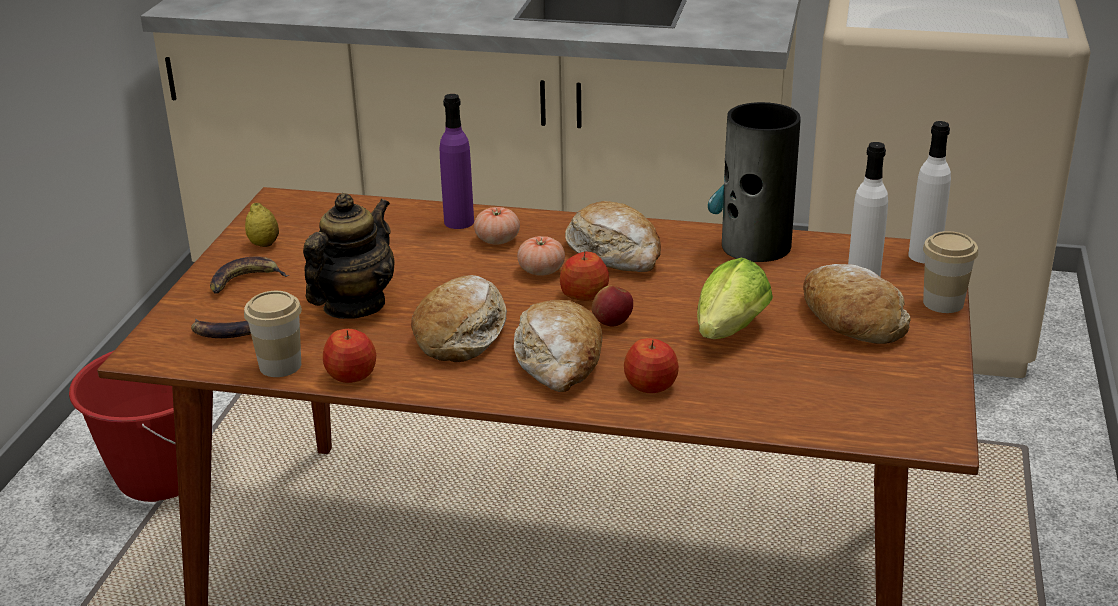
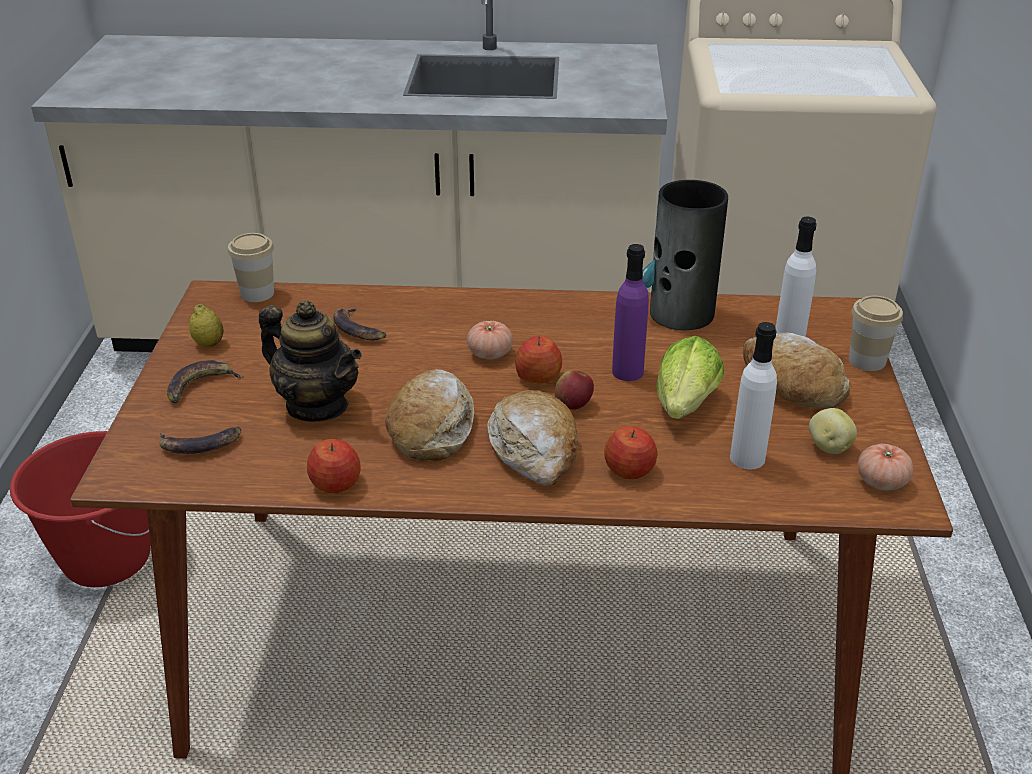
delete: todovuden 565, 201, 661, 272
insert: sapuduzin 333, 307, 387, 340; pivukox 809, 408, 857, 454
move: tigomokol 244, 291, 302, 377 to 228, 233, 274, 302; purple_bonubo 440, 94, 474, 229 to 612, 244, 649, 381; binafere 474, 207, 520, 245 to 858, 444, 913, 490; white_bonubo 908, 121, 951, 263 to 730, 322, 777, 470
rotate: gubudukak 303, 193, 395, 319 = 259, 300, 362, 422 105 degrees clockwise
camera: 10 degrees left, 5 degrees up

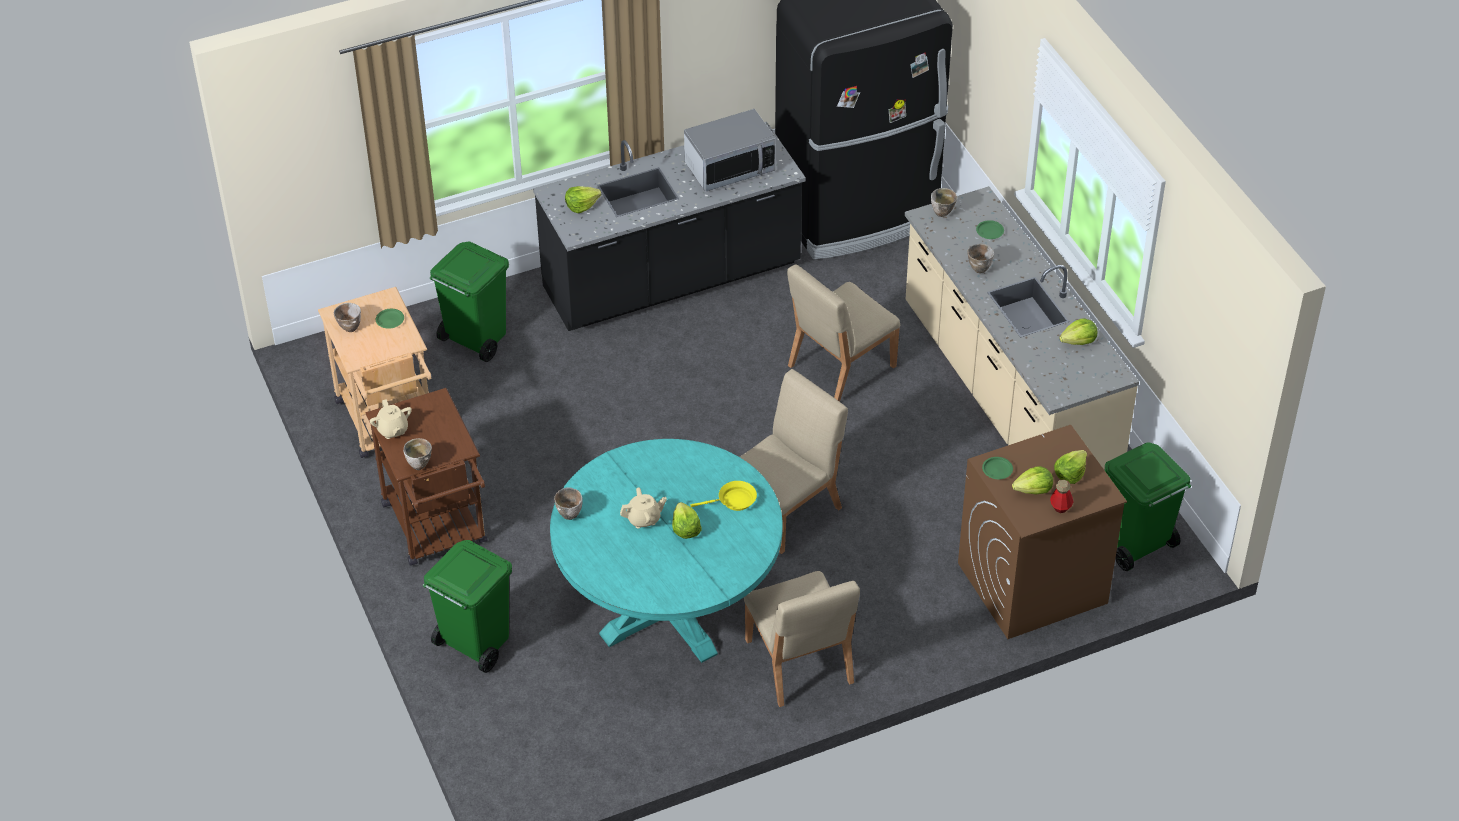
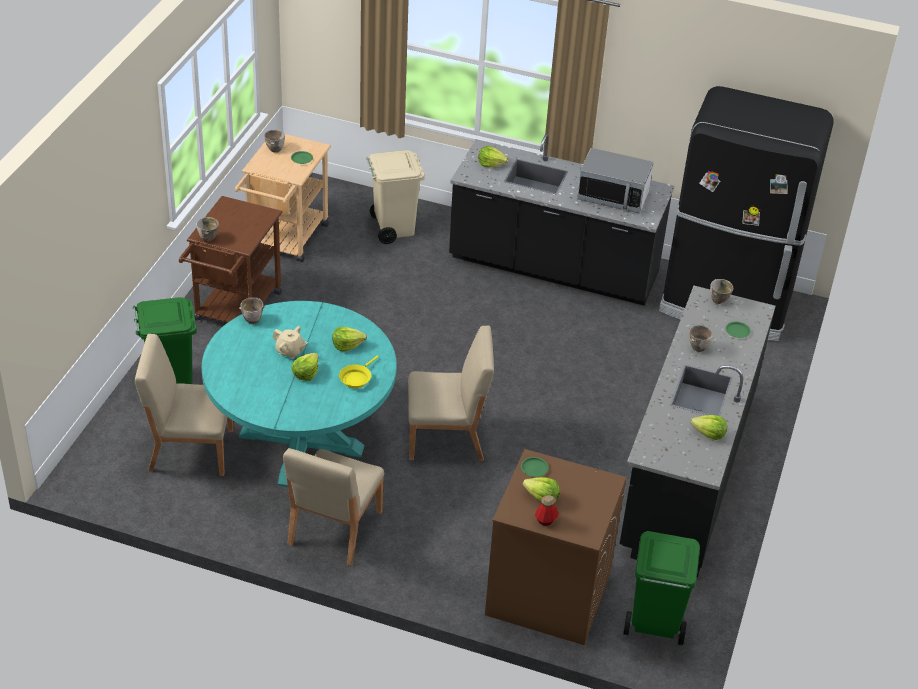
delete: beige_gubudukak 370, 399, 412, 439
move: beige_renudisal 787, 265, 900, 402 to 135, 334, 233, 476; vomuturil 1054, 450, 1087, 484 to 332, 327, 367, 351
recolor: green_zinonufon 429, 242, 509, 362 to beige_zinonufon 366, 150, 425, 244; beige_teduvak 905, 186, 1139, 470 to black_teduvak 620, 286, 775, 577
rotate: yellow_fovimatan 690, 481, 757, 511 = 339, 355, 379, 388 90 degrees clockwise
camera: 40 degrees right, 5 degrees down

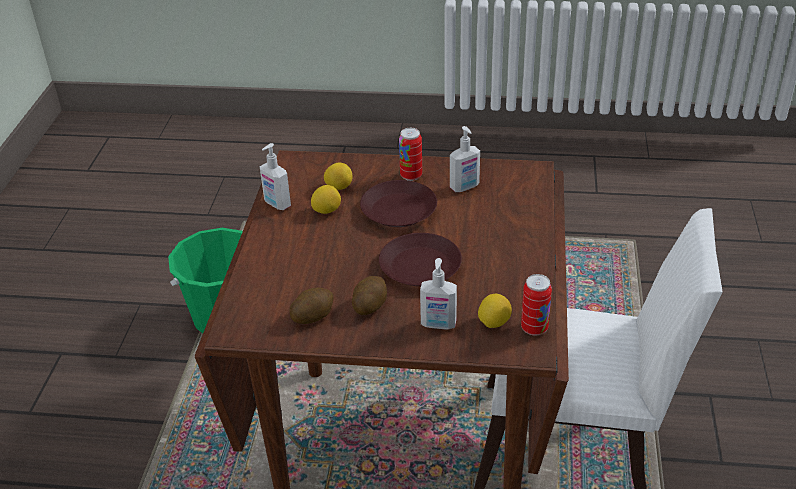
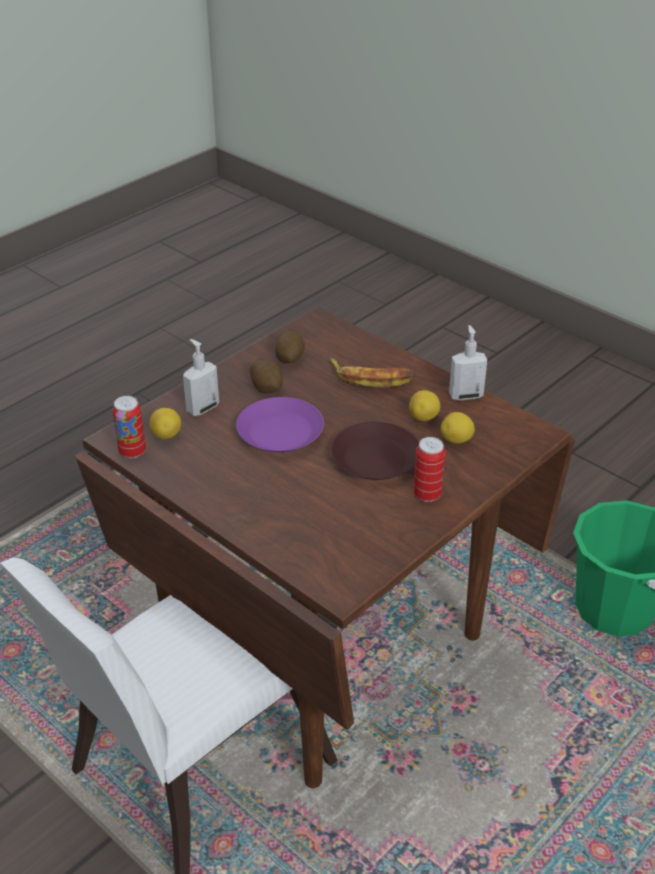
delete: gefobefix 450, 126, 480, 192
insert: sapuduzin 331, 358, 414, 387
recolor: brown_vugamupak 379, 233, 462, 286 to purple_vugamupak 236, 397, 324, 452
camera: 125 degrees right, 0 degrees up

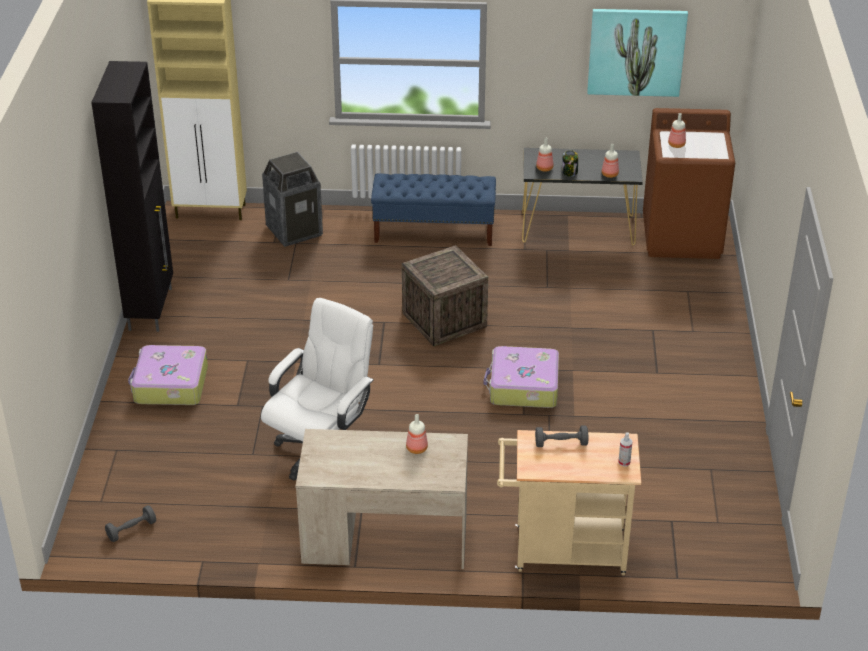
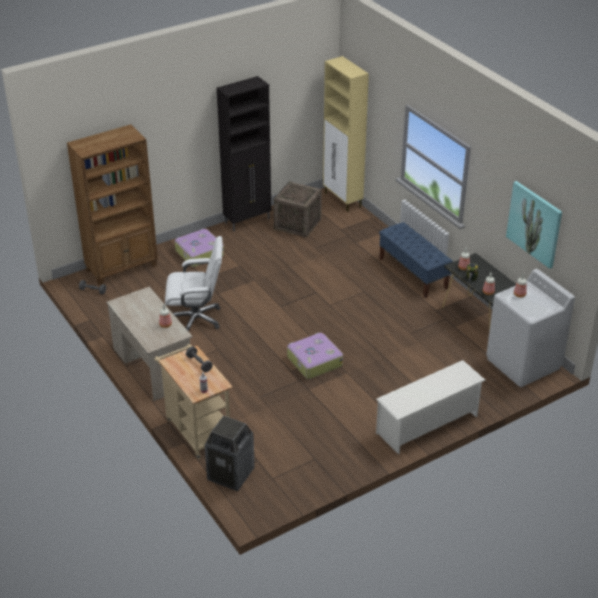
insert: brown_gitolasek 67, 124, 158, 286; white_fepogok 376, 360, 486, 454
move: zinonufon 262, 152, 323, 247 to 205, 416, 255, 491; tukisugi 402, 245, 488, 346 to 274, 181, 322, 238
recolor: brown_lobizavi 643, 108, 735, 259 to white_lobizavi 486, 269, 575, 387
camera: 55 degrees right, 0 degrees up

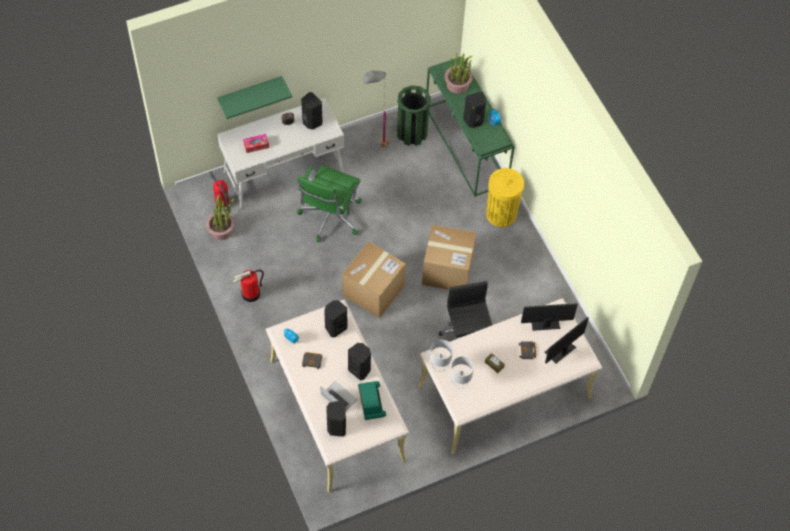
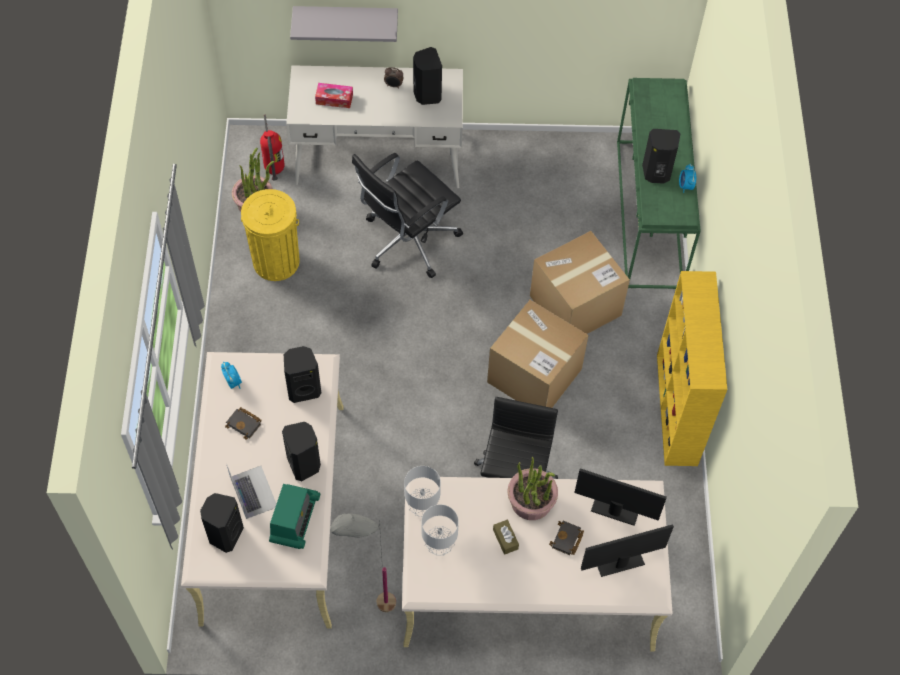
delete: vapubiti 233, 270, 264, 302; green_zinonufon 397, 86, 431, 146
insert: yellow_gitolasek 657, 271, 727, 466
move: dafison 342, 241, 406, 318 to 530, 231, 630, 334; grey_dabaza 363, 71, 390, 147 to 330, 513, 396, 612; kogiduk 445, 53, 472, 94 to 508, 457, 558, 520; yellow_zinonufon 486, 168, 524, 227 to 241, 189, 300, 281
recolor: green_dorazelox 217, 76, 292, 119 to grey_dorazelox 290, 6, 398, 42; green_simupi 297, 165, 362, 242 to black_simupi 352, 153, 463, 278
camera: 25 degrees right, 0 degrees up

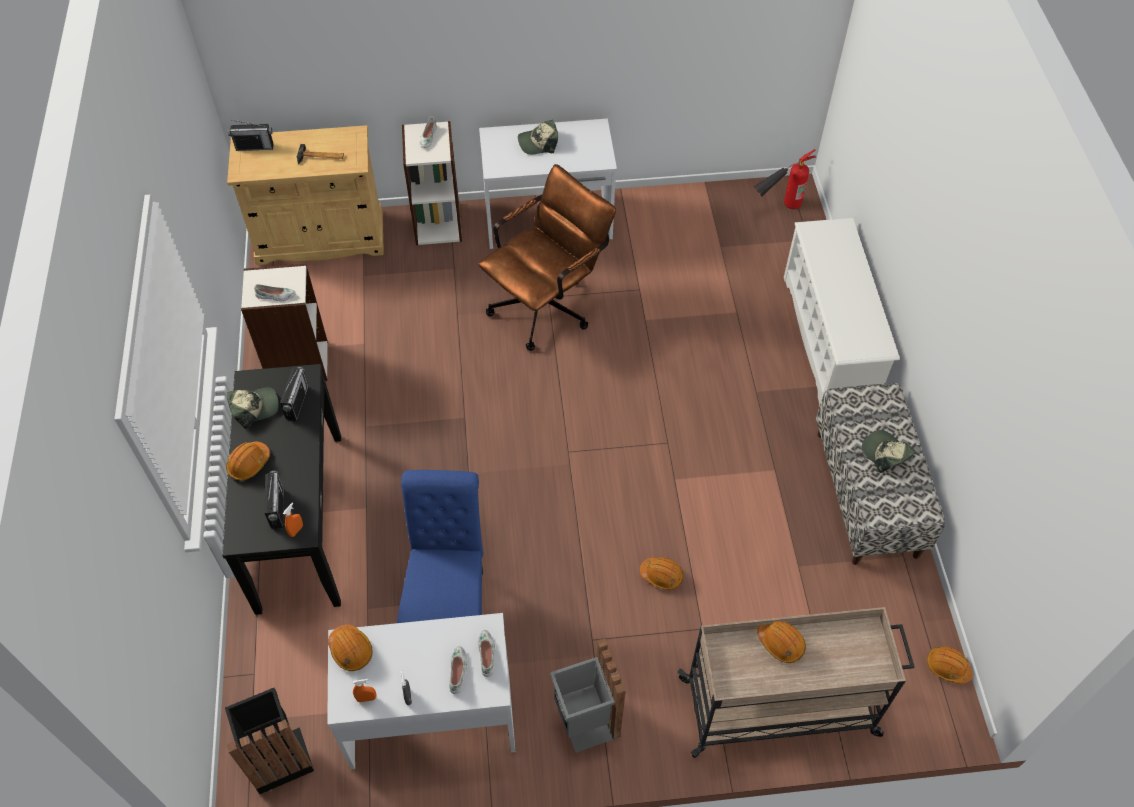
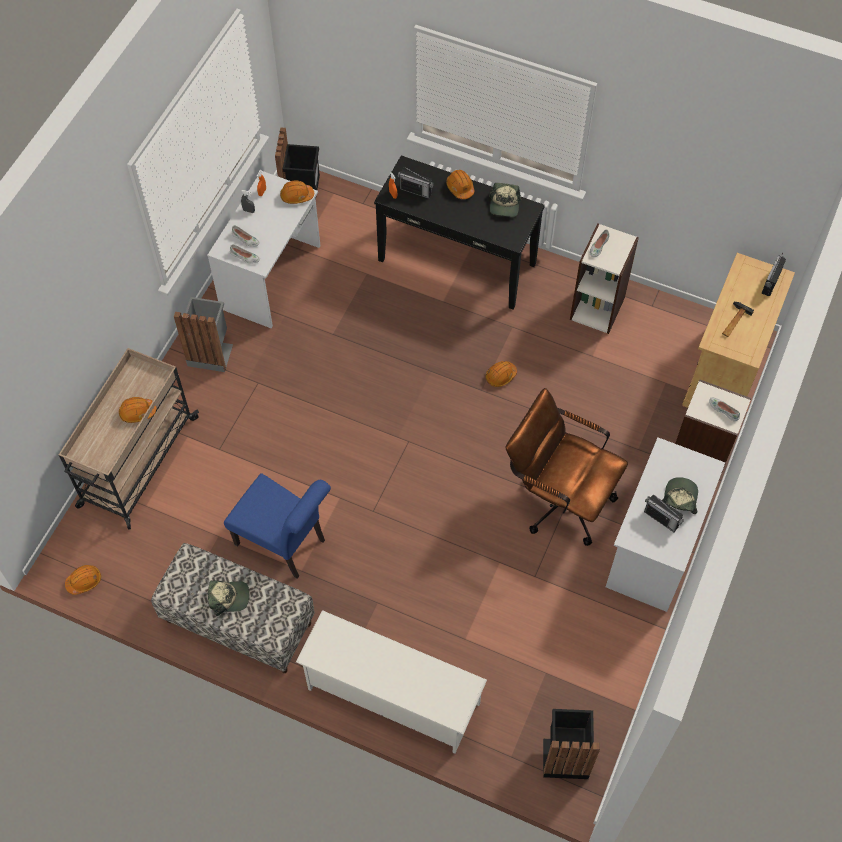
move: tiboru 280, 367, 309, 421 to 644, 495, 684, 532; blue_renudisal 397, 470, 483, 623 to 224, 473, 331, 579; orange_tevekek 640, 557, 684, 590 to 485, 361, 517, 387
replace: vapubiti 754, 149, 816, 209 to black_zinonufon 543, 709, 600, 779
rotate: brown_simupi 478, 164, 616, 351 = 506, 388, 628, 546 135 degrees clockwise
camera: 120 degrees right, 5 degrees up

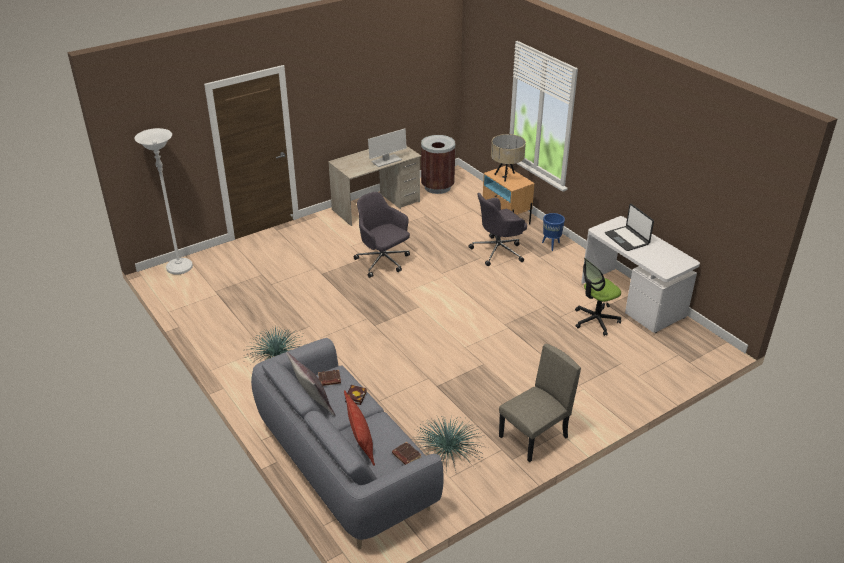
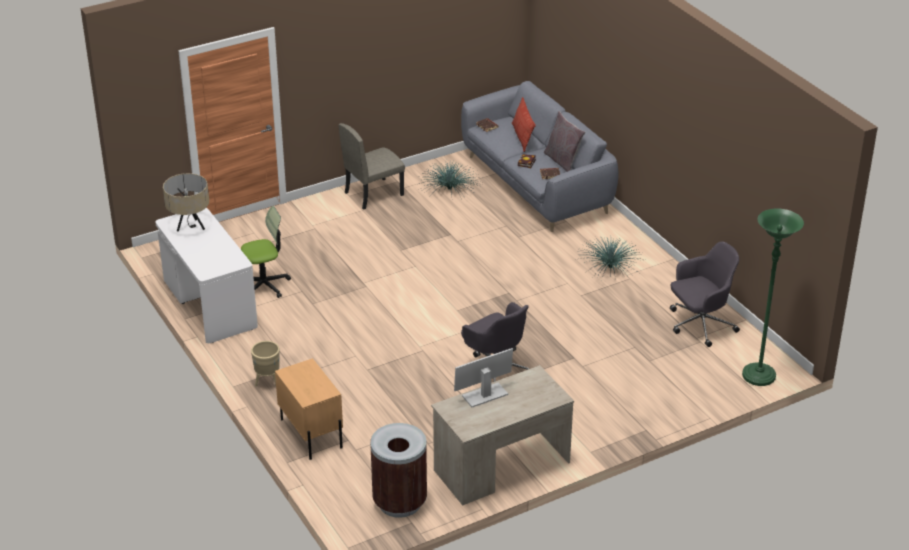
delete: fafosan 605, 204, 654, 251
move: grey_simupi 469, 193, 527, 266 to 670, 242, 740, 347; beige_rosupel 491, 134, 526, 182 to 163, 173, 209, 231
recolor: white_dabaza 134, 128, 193, 275 to green_dabaza 742, 208, 804, 386; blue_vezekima 542, 213, 565, 251 to beige_vezekima 251, 341, 280, 387
camera: 175 degrees left, 0 degrees up

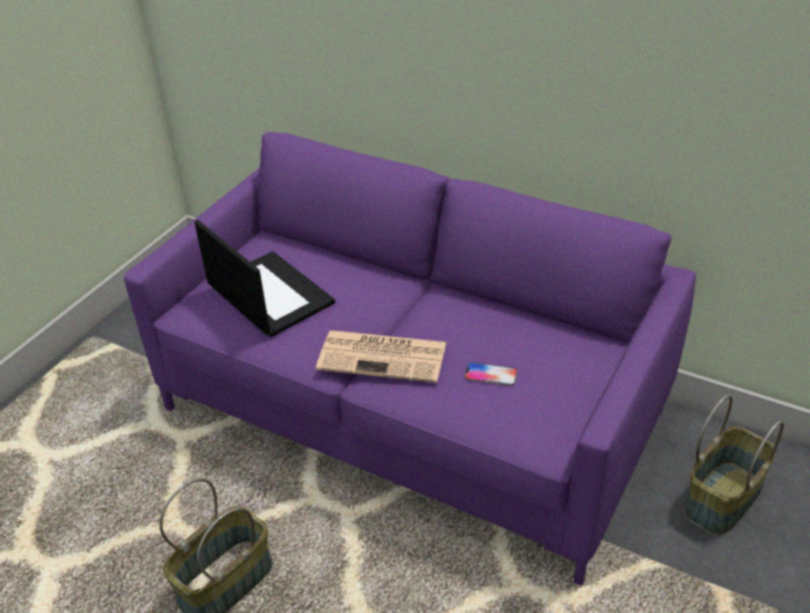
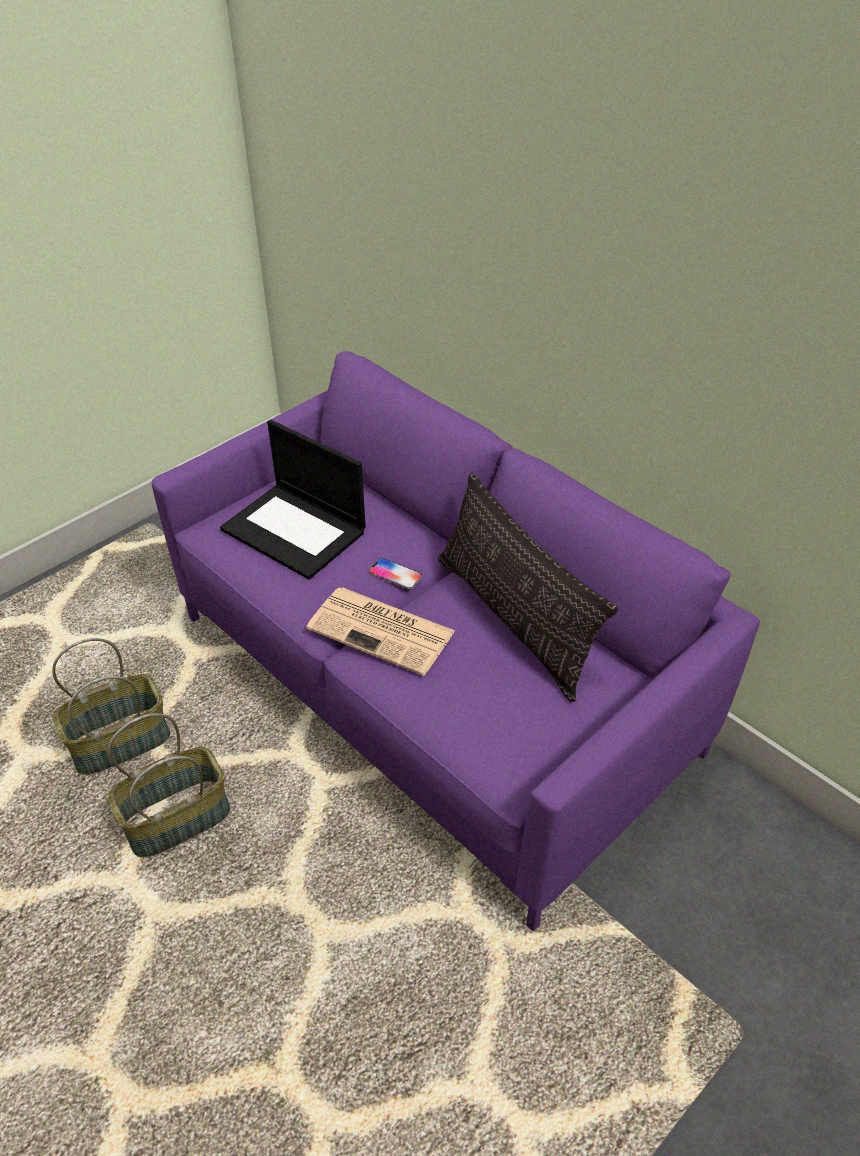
insert: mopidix 438, 472, 618, 702
move: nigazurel 465, 362, 517, 386 to 369, 558, 422, 589; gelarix 684, 395, 784, 534 to 52, 638, 170, 775
rotate: fafosan 194, 220, 335, 337 = 220, 420, 366, 580 150 degrees clockwise
camera: 15 degrees right, 5 degrees up

